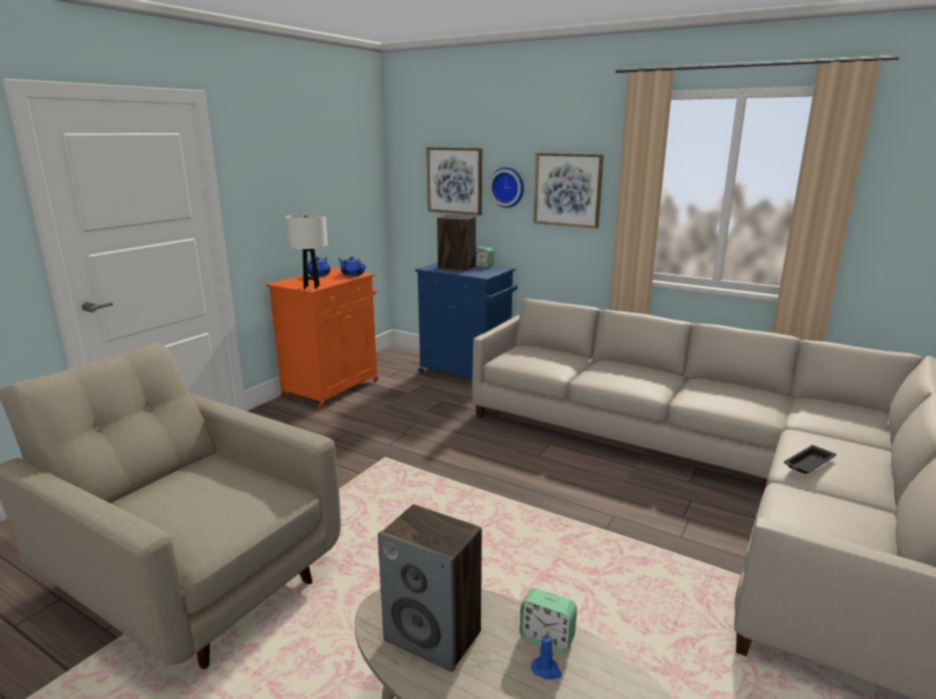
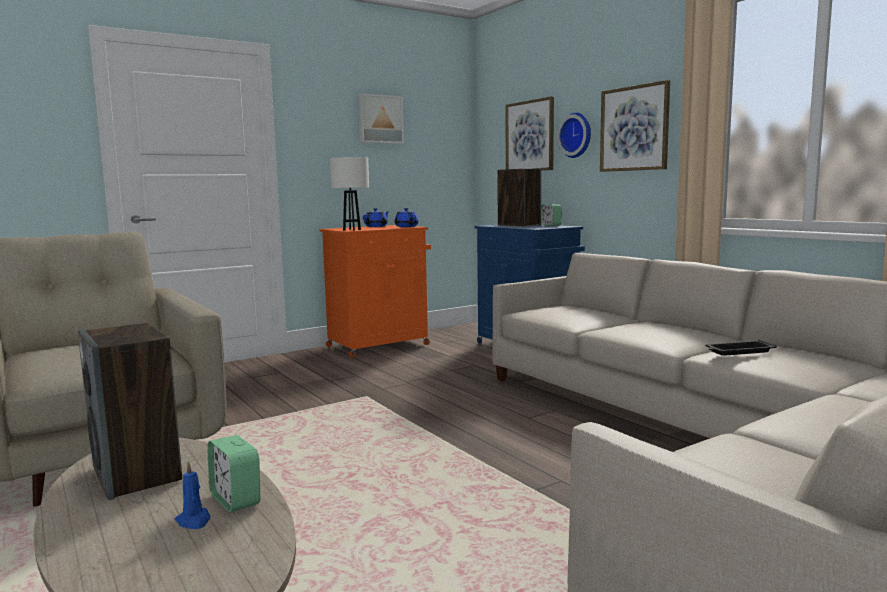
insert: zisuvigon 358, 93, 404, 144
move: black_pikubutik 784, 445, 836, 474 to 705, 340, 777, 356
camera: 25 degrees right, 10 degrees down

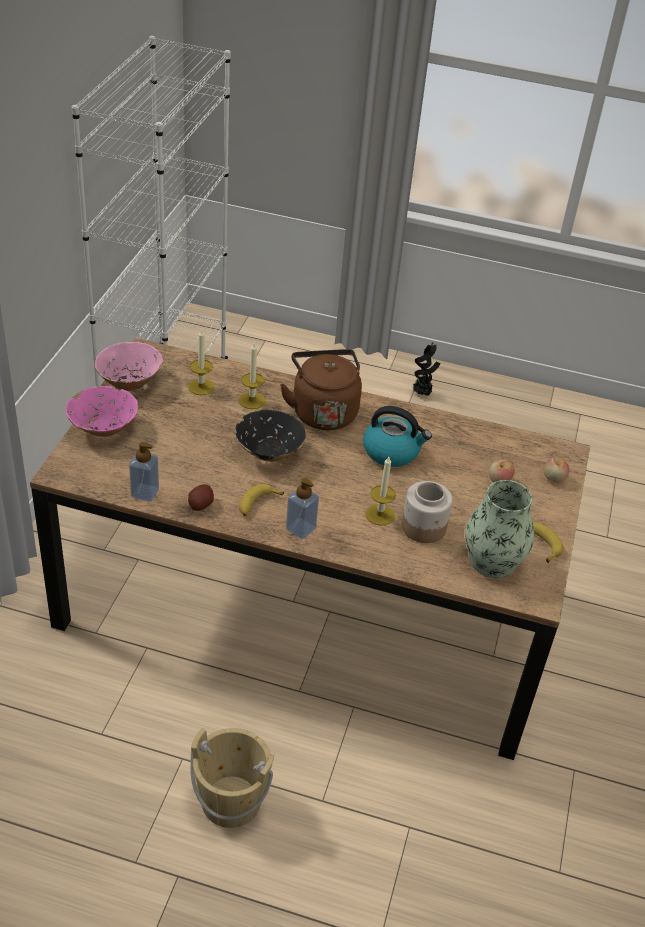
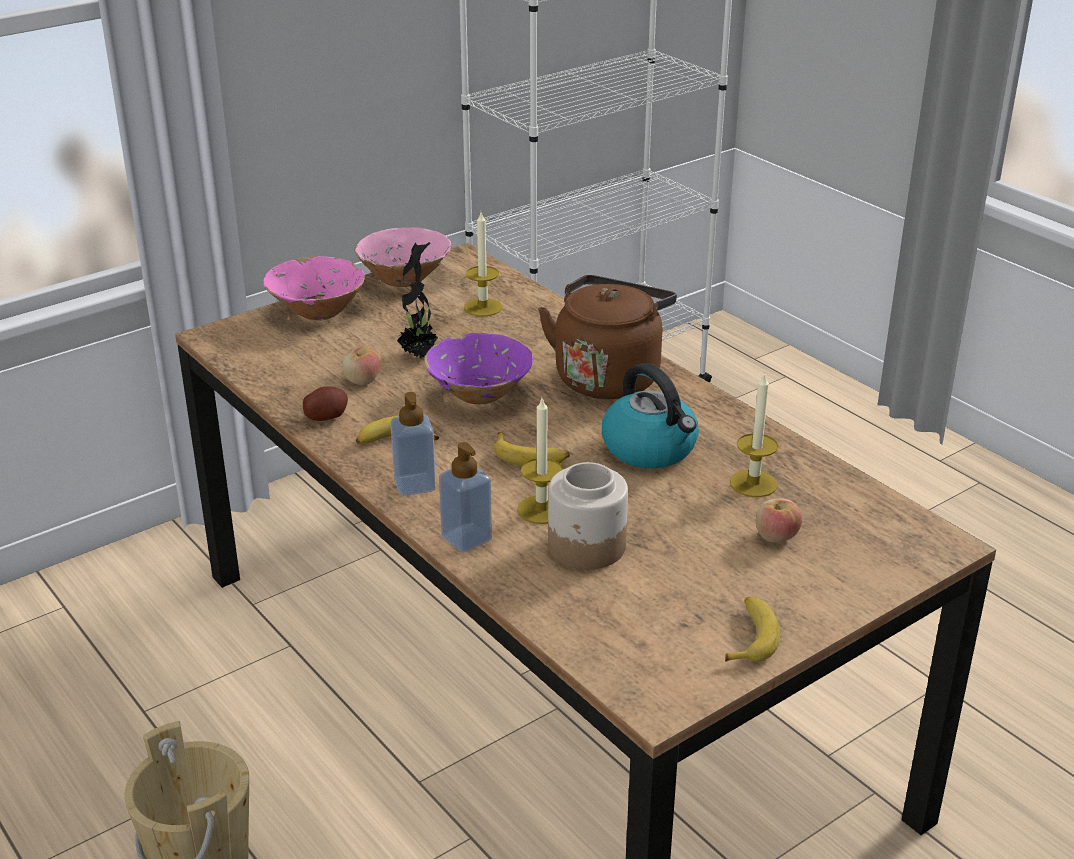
delete: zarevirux 465, 480, 534, 578
insert: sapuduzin 494, 432, 570, 466
move: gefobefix 129, 442, 159, 502 to 439, 442, 492, 552; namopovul 239, 343, 265, 409 to 730, 372, 778, 497; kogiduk 413, 342, 440, 396 to 397, 242, 438, 358; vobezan 544, 457, 569, 483 to 342, 346, 380, 385
recolor: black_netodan 235, 410, 305, 462 to purple_netodan 424, 333, 533, 404
camera: 40 degrees right, 10 degrees down

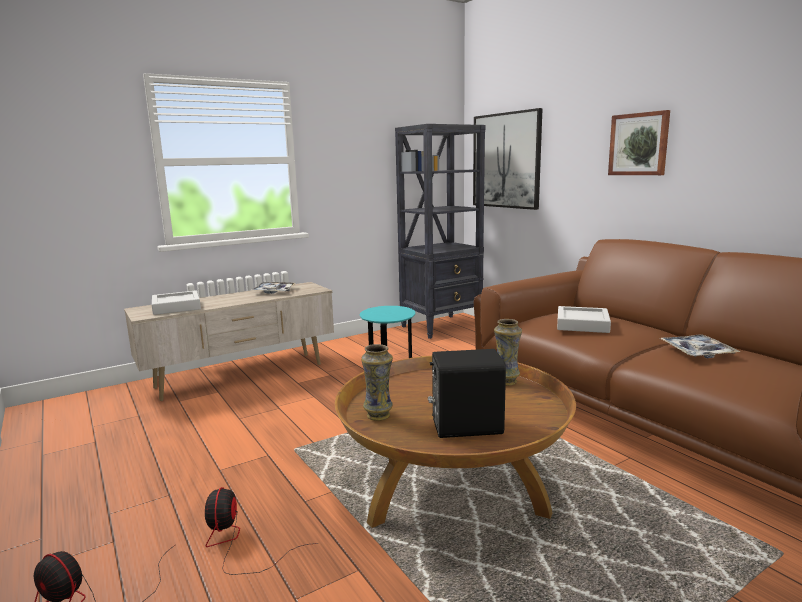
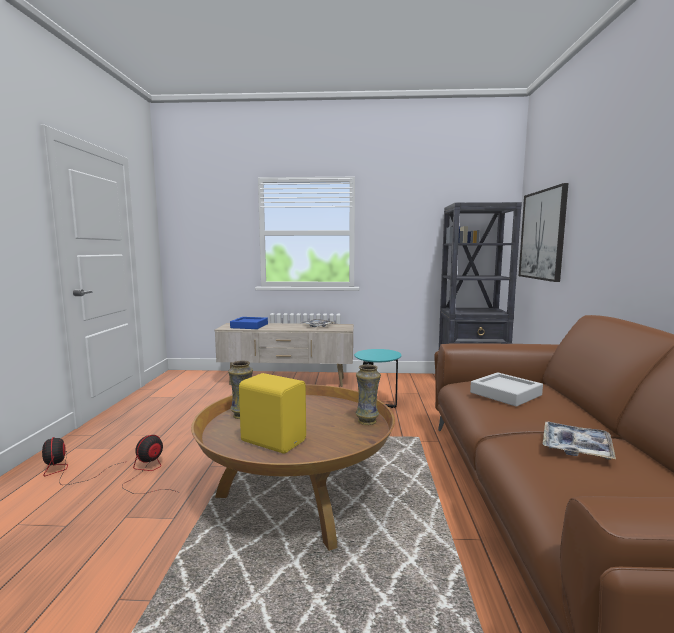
delete: zisuvigon 608, 110, 670, 175
recolor: grey_pikubutik 152, 290, 201, 315 to blue_pikubutik 230, 317, 268, 329; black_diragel 428, 349, 506, 438 to yellow_diragel 239, 373, 306, 454
camera: 35 degrees right, 5 degrees down

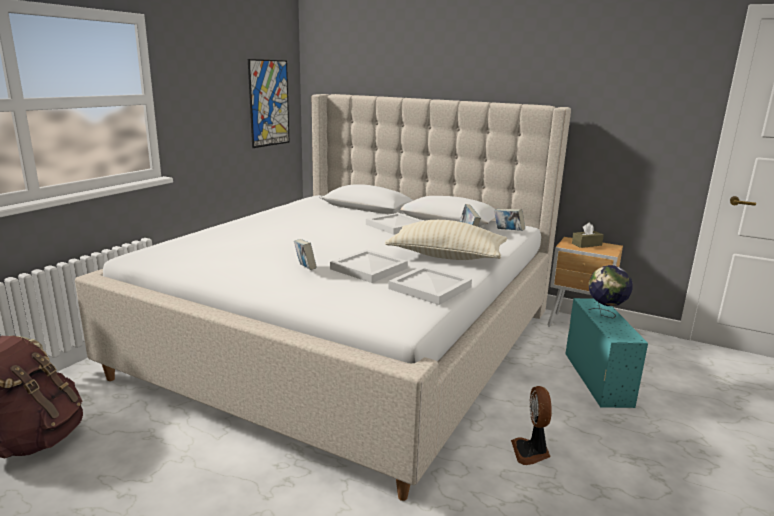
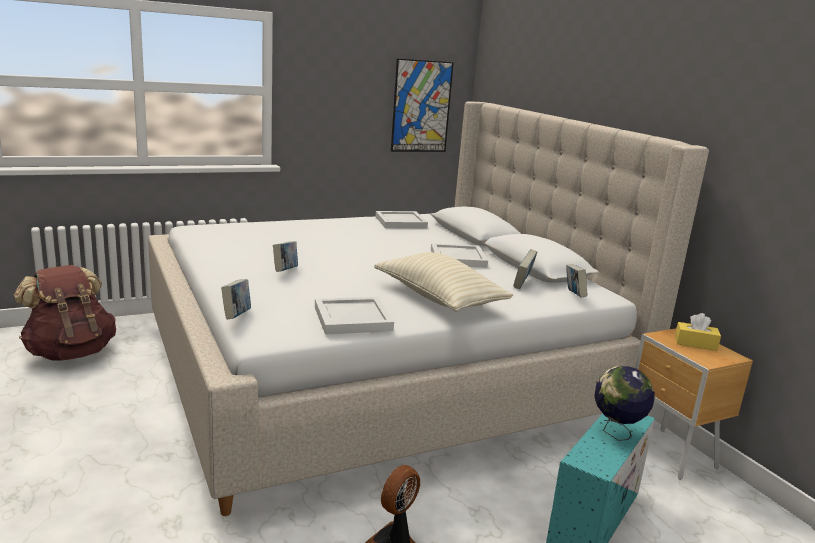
insert: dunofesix 221, 279, 251, 319
move: white_pikubutik 330, 249, 408, 283 to 375, 211, 428, 228
recolor: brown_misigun 572, 223, 604, 248 to yellow_misigun 675, 313, 721, 351
camera: 35 degrees right, 0 degrees up

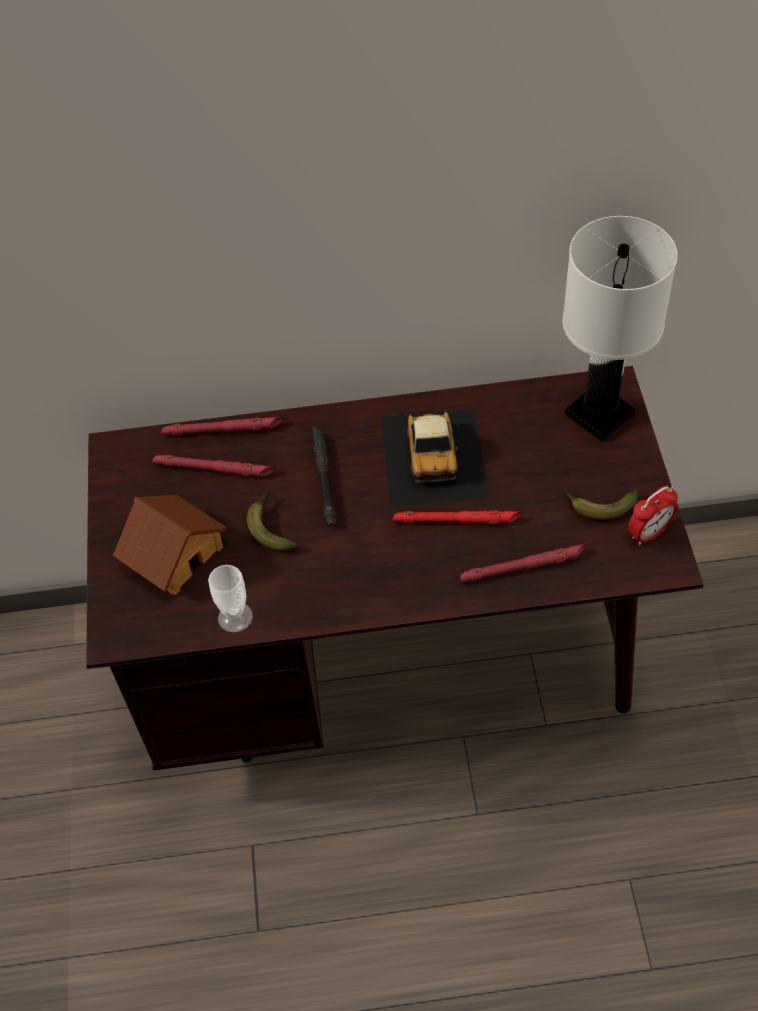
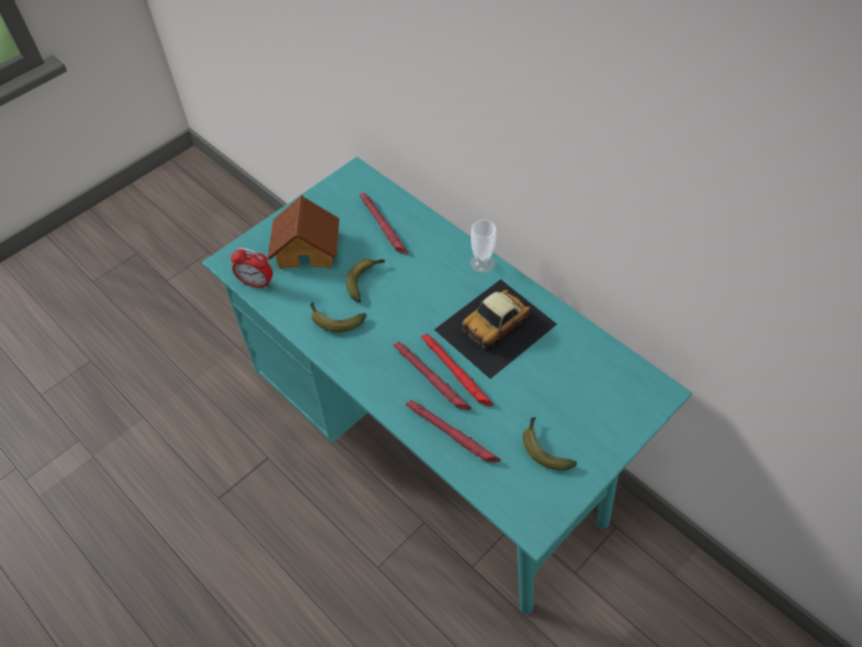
delete: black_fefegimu 312, 427, 337, 528; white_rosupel 562, 216, 677, 441
insert: sapuduzin 310, 302, 367, 332
move: red_fefegimu 161, 417, 283, 435 to 393, 342, 471, 410; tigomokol 208, 565, 253, 632 to 470, 220, 496, 273; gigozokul 628, 486, 678, 545 to 231, 248, 273, 289
recolor: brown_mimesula 86, 366, 703, 771 to turquoise_mimesula 202, 157, 692, 614
camera: 50 degrees right, 0 degrees up

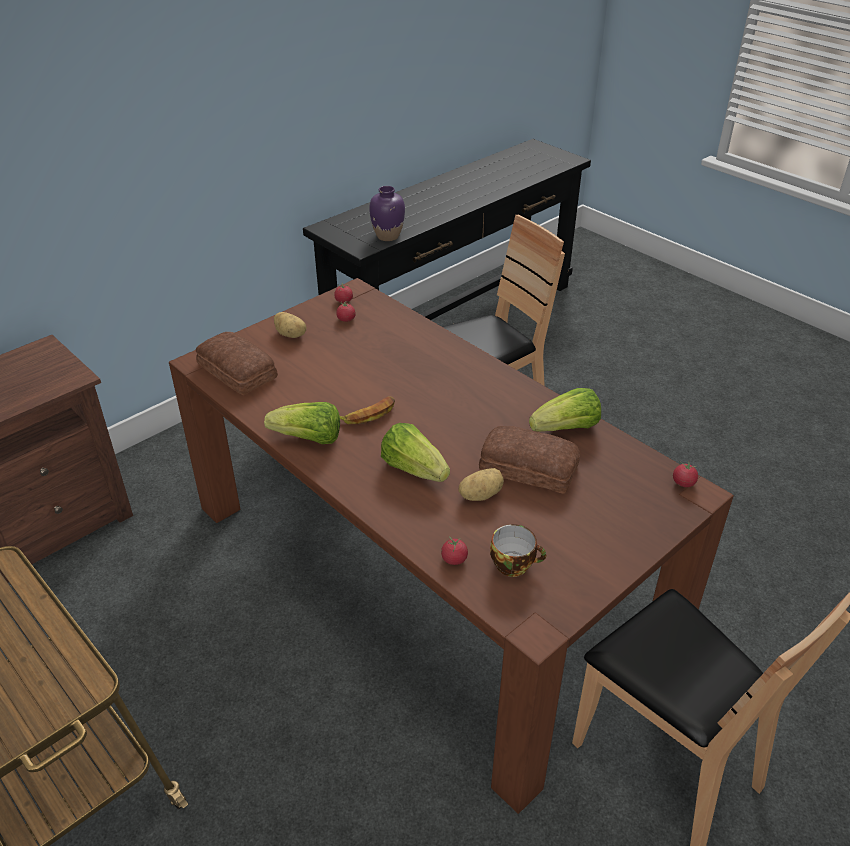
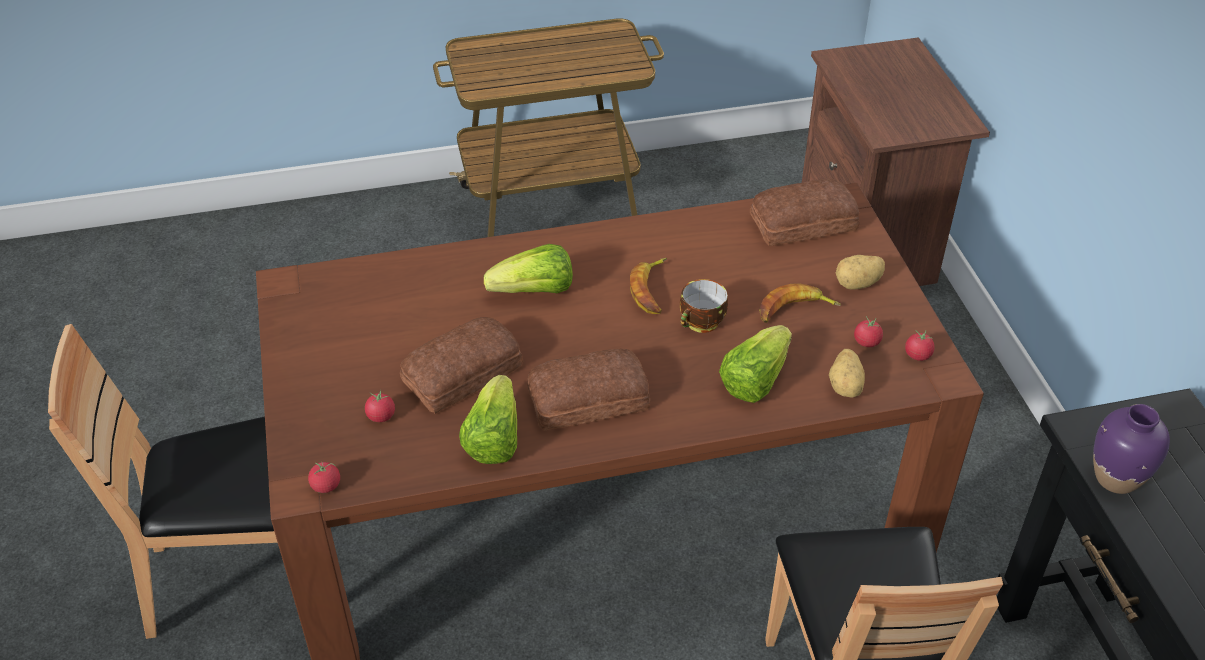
insert: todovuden 527, 349, 650, 431; sapuduzin 759, 283, 841, 323
move: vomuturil 264, 402, 340, 444 to 719, 325, 792, 403; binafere 441, 536, 468, 565 to 365, 390, 395, 422; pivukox 458, 468, 504, 501 to 829, 349, 865, 398; tigomokol 490, 524, 546, 577 to 680, 279, 728, 333
camera: 120 degrees right, 5 degrees up

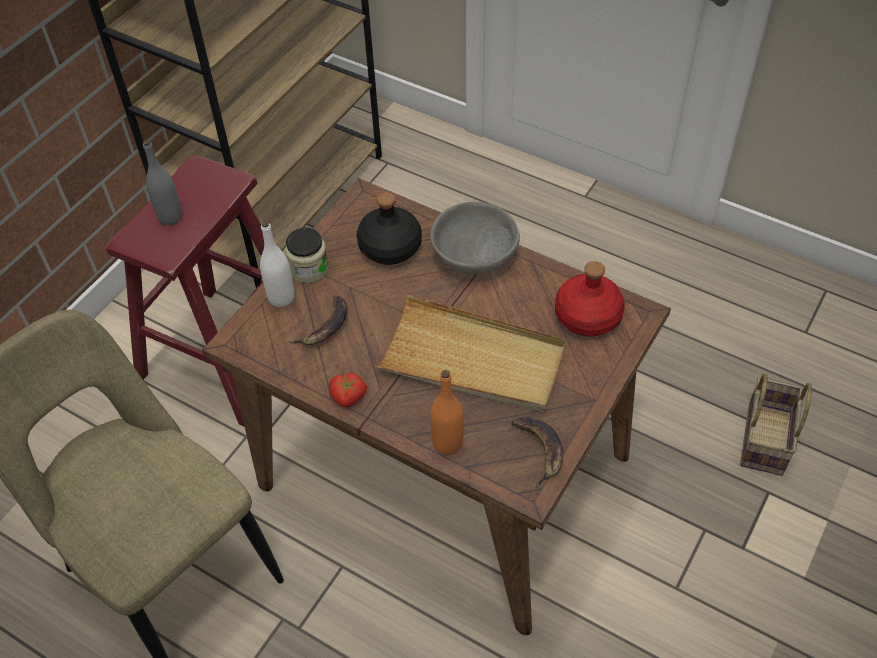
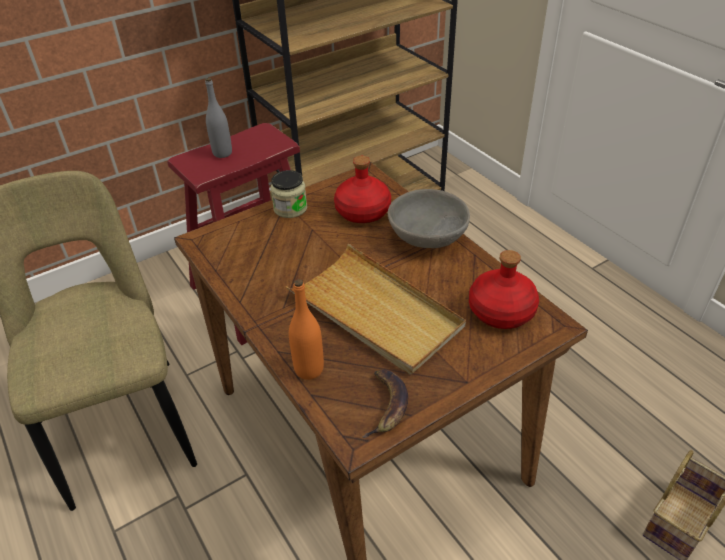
delete: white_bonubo 260, 221, 295, 307; sapuduzin 290, 296, 348, 345; binafere 329, 373, 367, 407
recolor: black_bonubo 357, 192, 422, 265 to red_bonubo 334, 156, 391, 223
camera: 25 degrees right, 10 degrees down

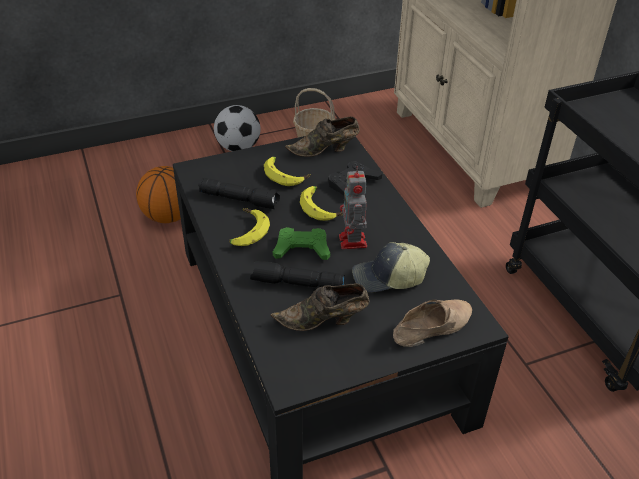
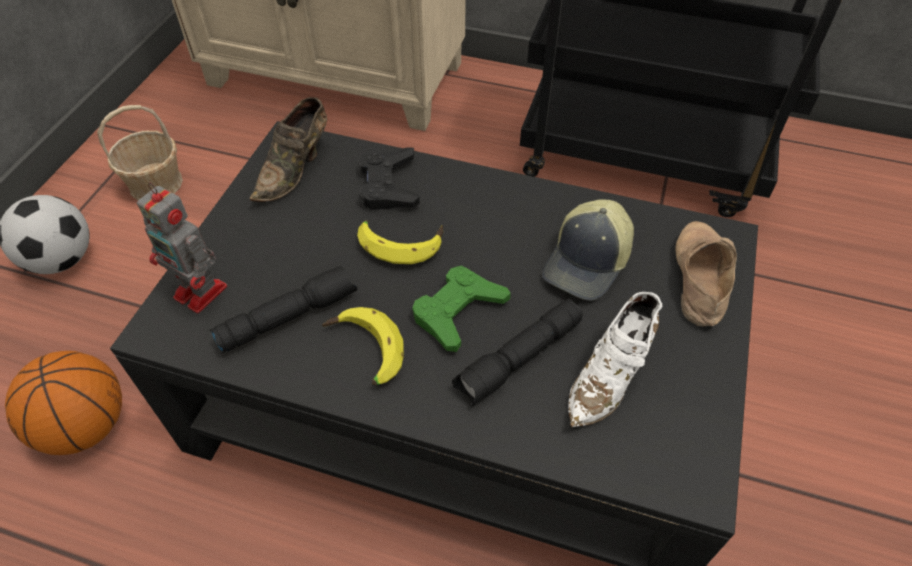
delete: sapuduzin 264, 157, 311, 186
move: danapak 339, 166, 367, 249 to 137, 183, 227, 313
recolor: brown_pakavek 271, 284, 369, 331 to white_pakavek 568, 292, 662, 427
camera: 50 degrees left, 10 degrees up

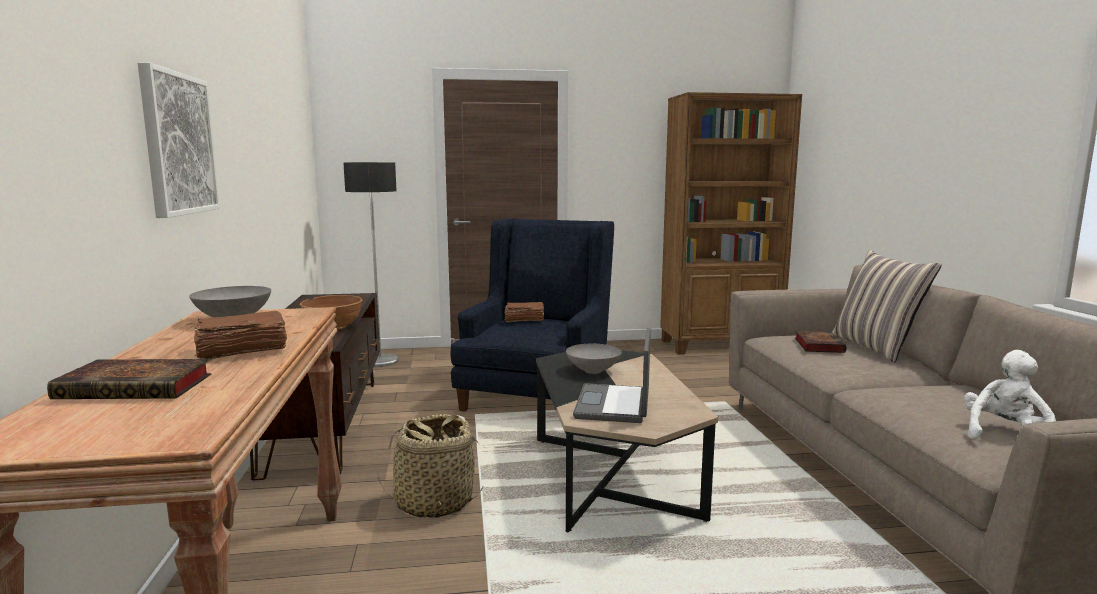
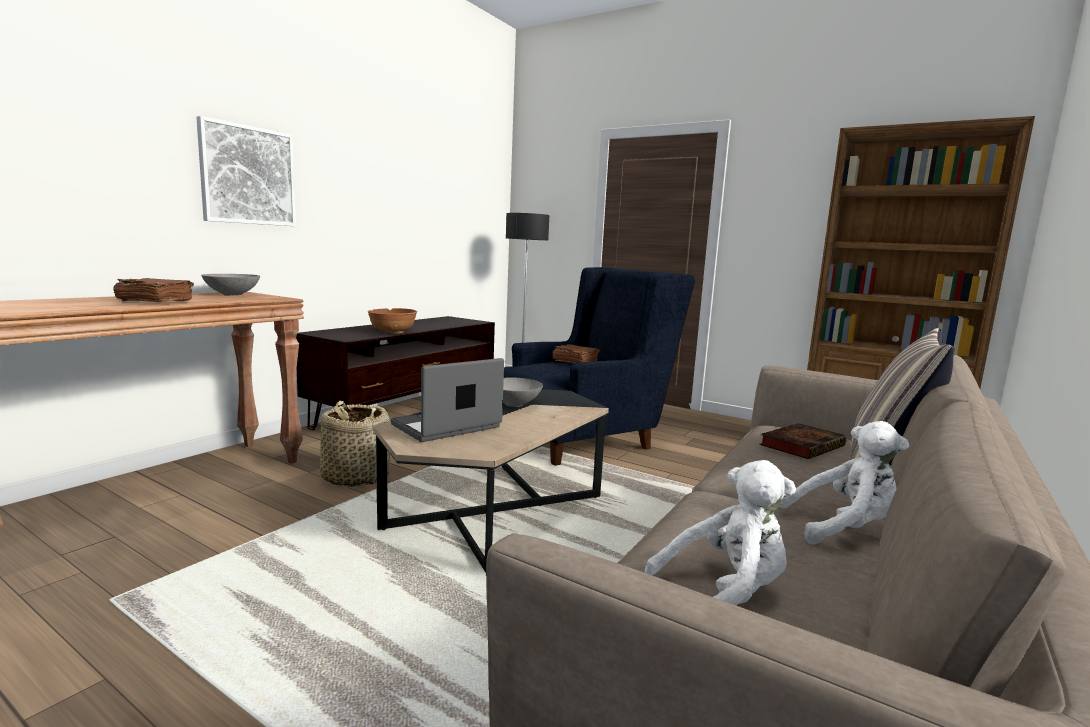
delete: dunofesix 47, 359, 211, 399
insert: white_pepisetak 779, 421, 909, 544
camera: 40 degrees right, 0 degrees up

